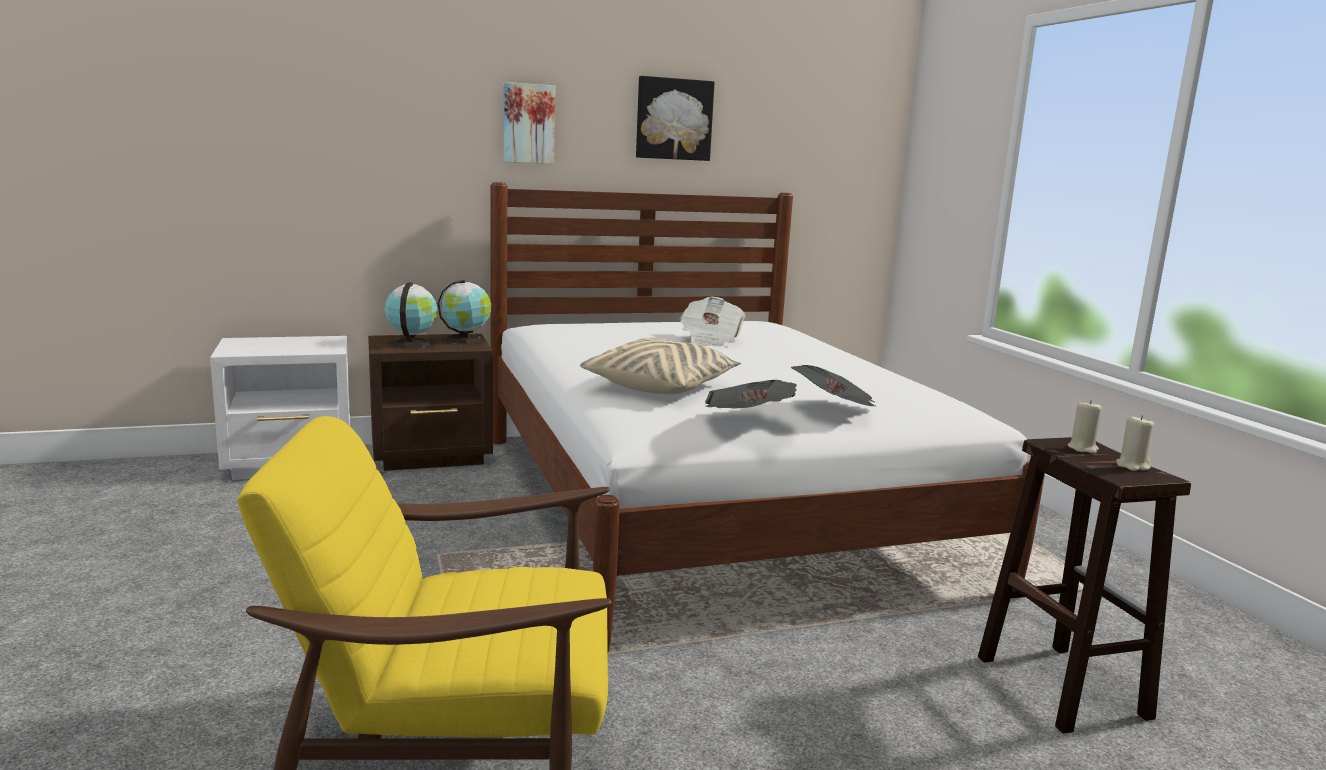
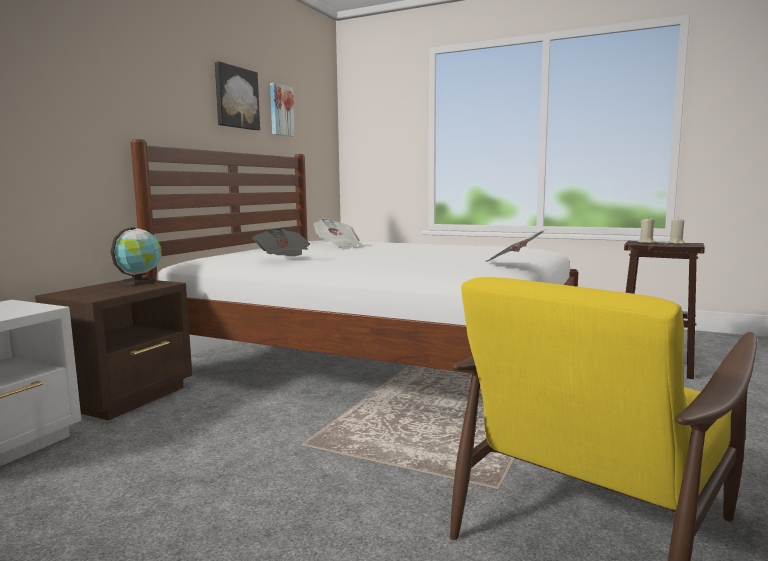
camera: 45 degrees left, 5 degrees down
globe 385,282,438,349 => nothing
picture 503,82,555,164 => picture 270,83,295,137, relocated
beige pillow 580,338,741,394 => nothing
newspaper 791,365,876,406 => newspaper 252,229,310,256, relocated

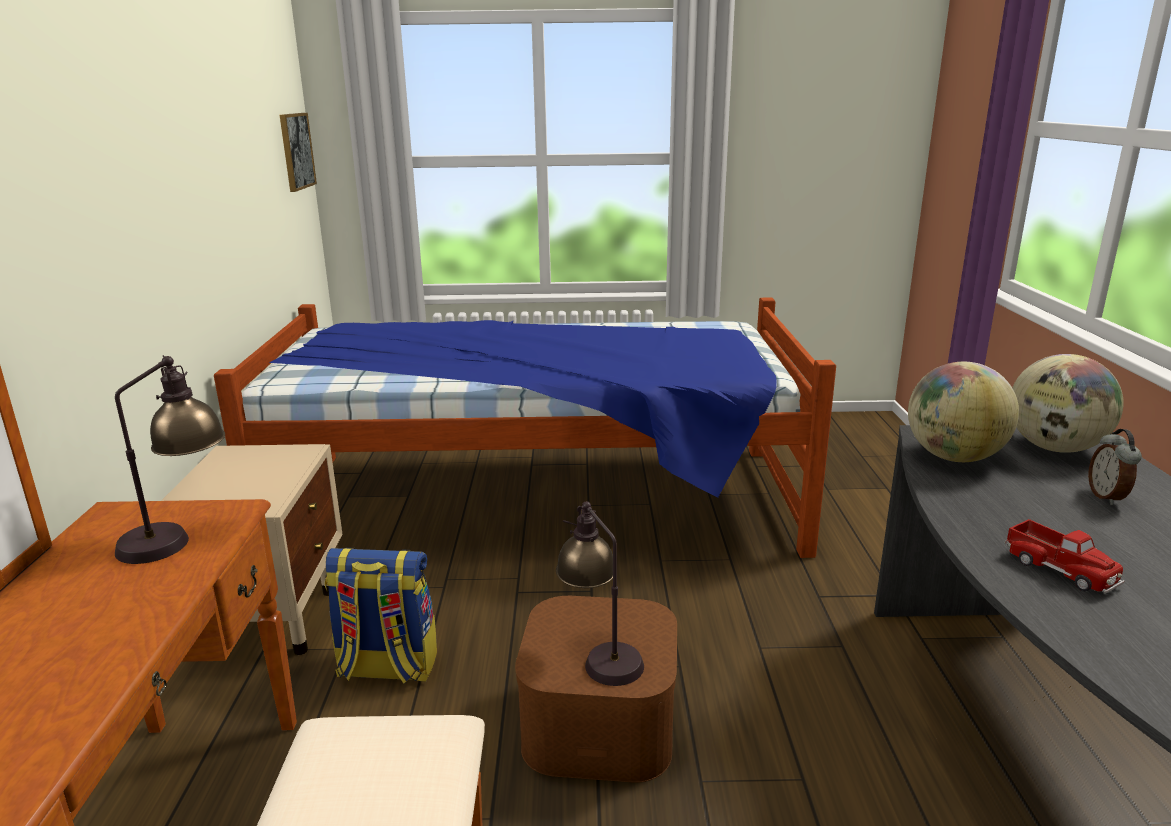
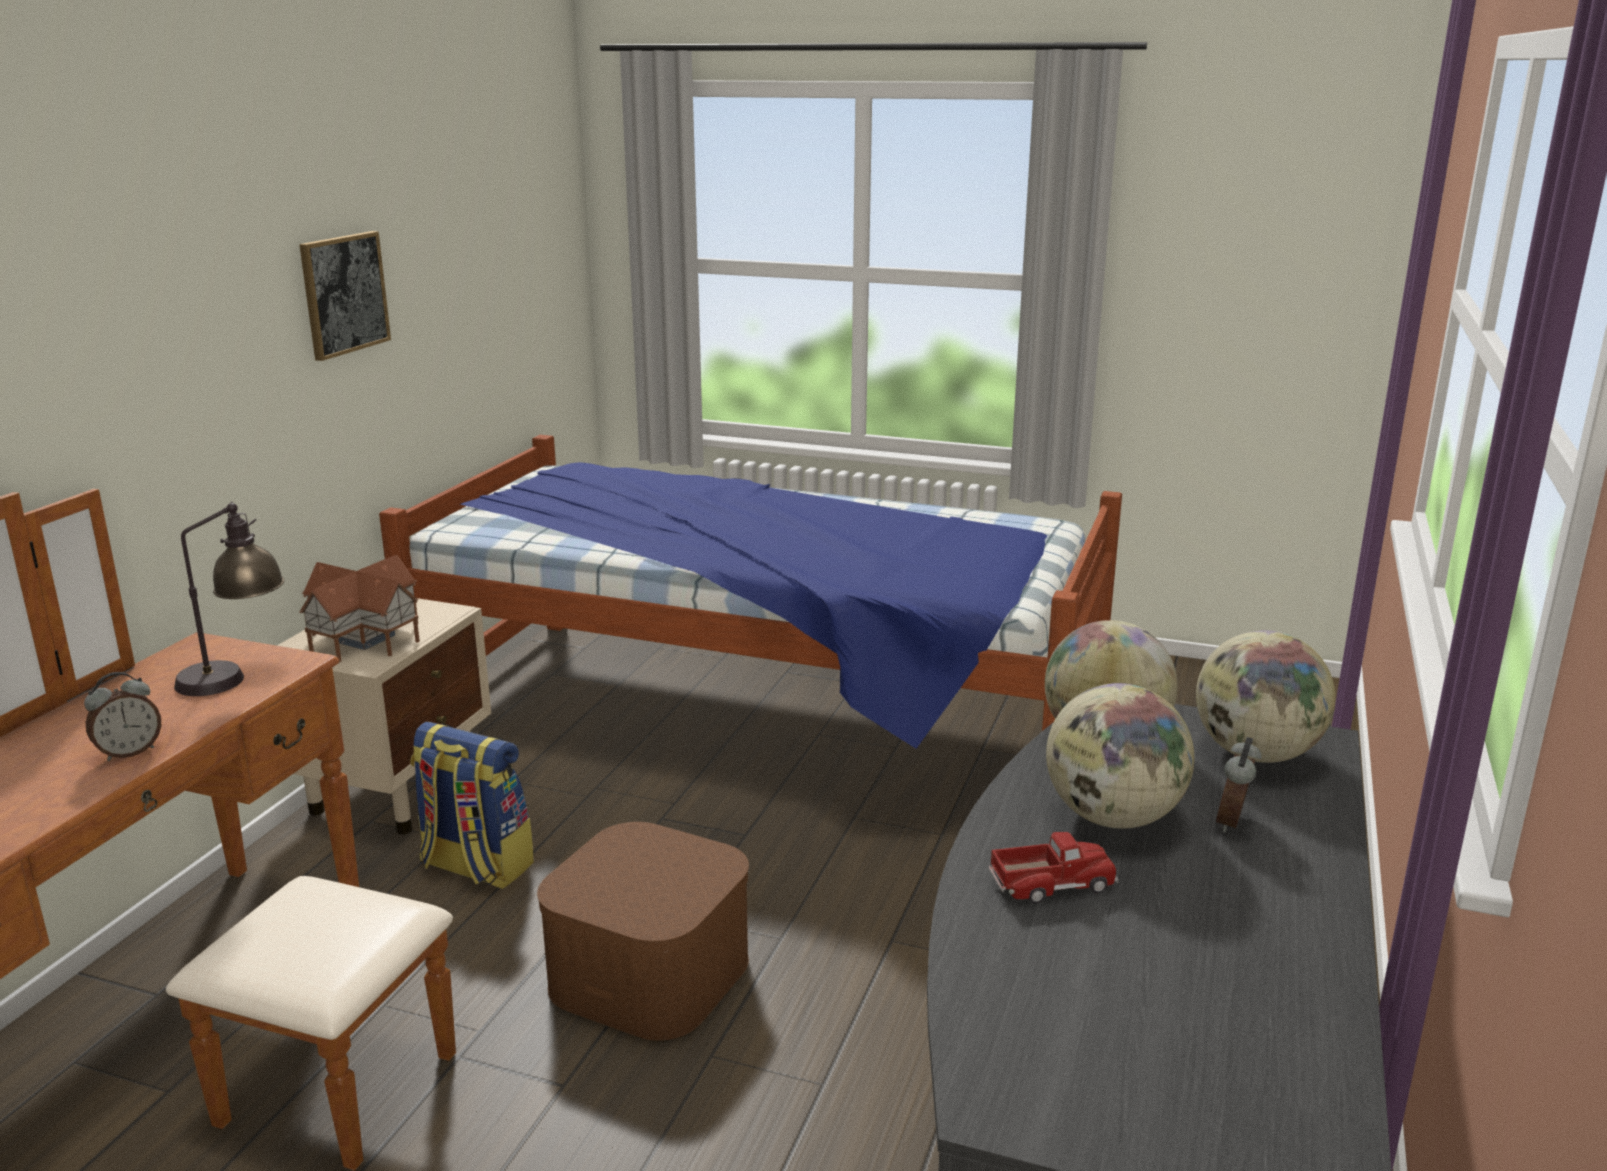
camera: 20 degrees right, 0 degrees up
picture 280,113,317,192 => picture 299,231,391,361, relocated
table lamp 556,501,644,686 => nothing
toy truck 1005,519,1125,594 => toy truck 989,832,1118,904, 90 degrees counterclockwise
nothing => alarm clock 84,672,161,761
nothing => toy house 299,555,420,662
nothing => globe 1046,683,1194,829

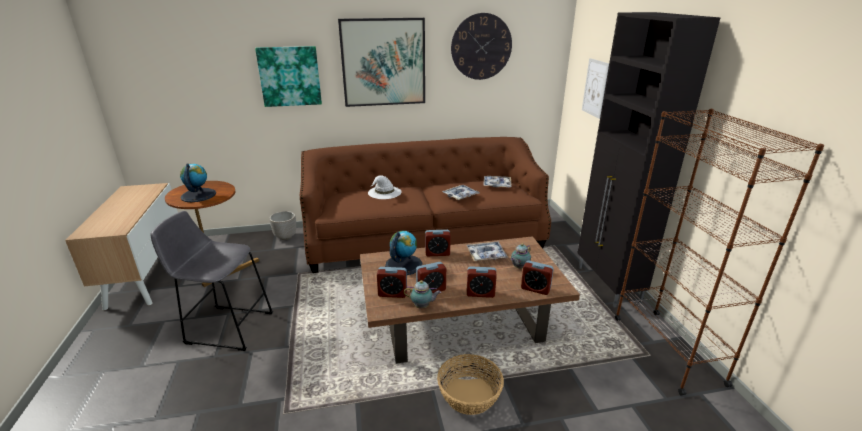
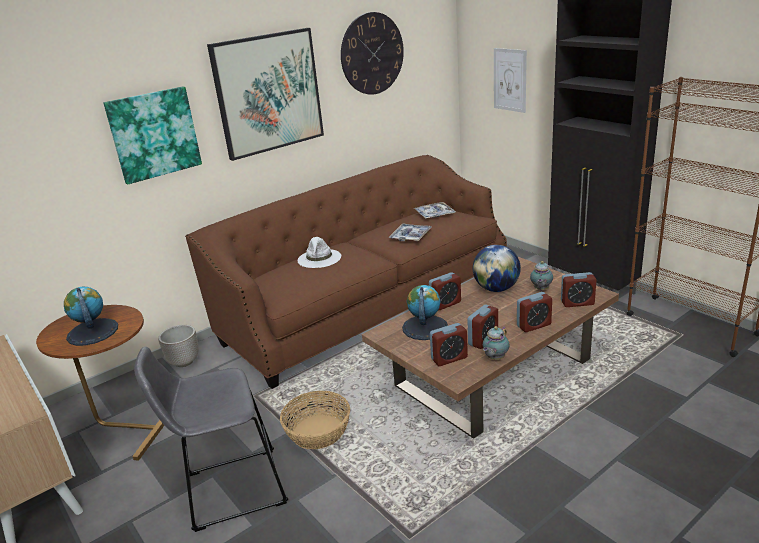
camera: 25 degrees left, 0 degrees up
teapot 404,280,441,309 => teapot 483,326,510,360, 150 degrees clockwise
basket 437,354,504,415 => basket 280,391,350,449, relocated
tray 467,242,508,261 => globe 473,245,521,292

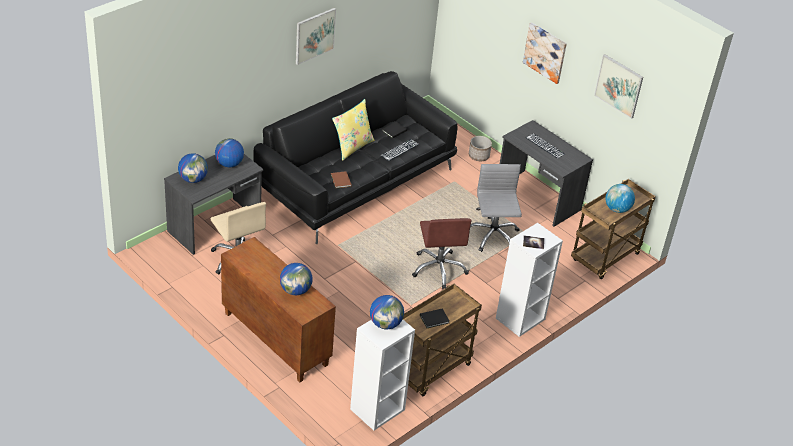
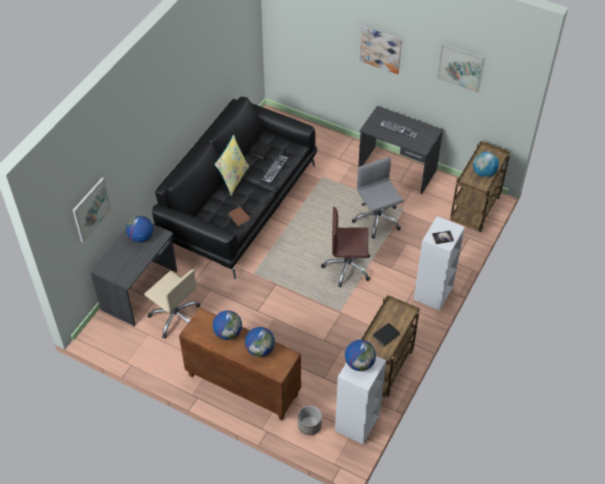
camera: 15 degrees left, 10 degrees up
globe 178,153,208,183 => globe 213,310,242,340, relocated
picture 296,8,336,65 => picture 72,178,111,242, relocated
brown office chair 412,218,472,289 => brown office chair 321,207,370,287, 120 degrees clockwise
planter 469,136,492,161 => planter 298,405,322,435, relocated

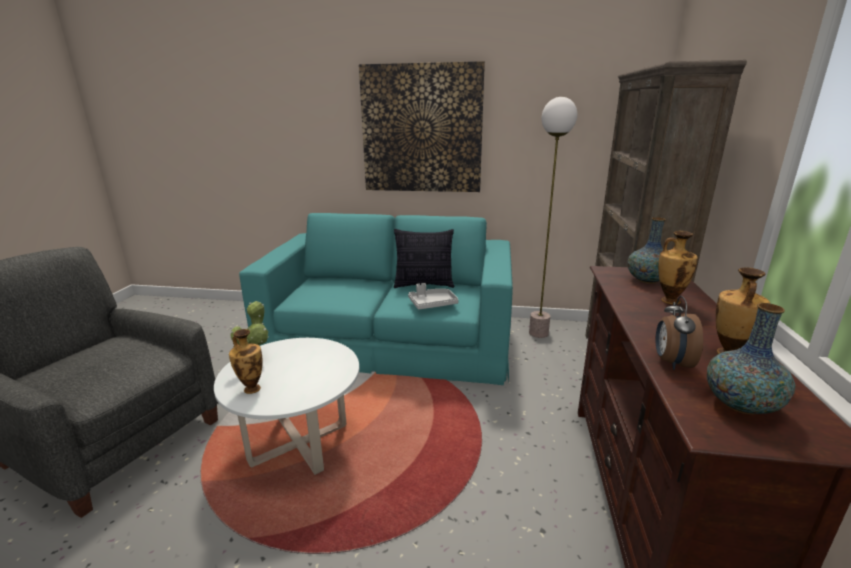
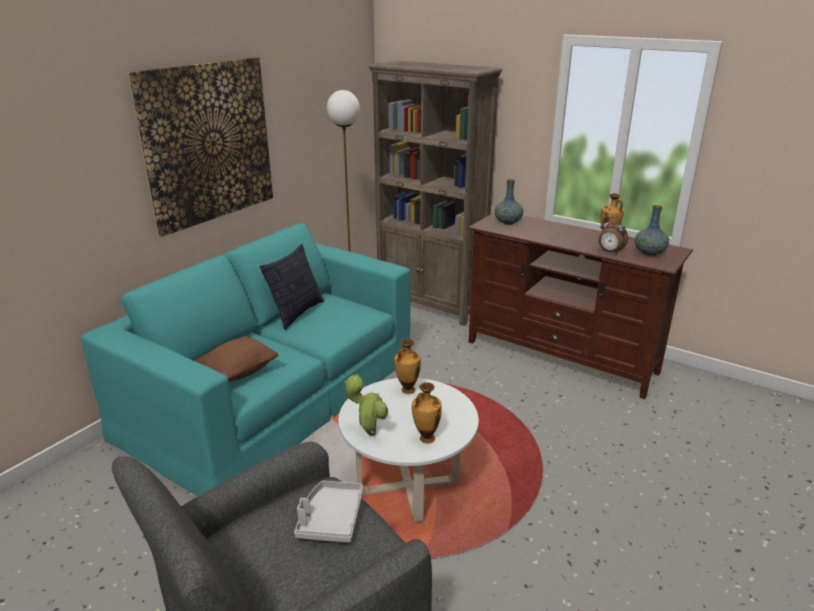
camera: 65 degrees left, 5 degrees up
grey tray 408,283,459,310 => grey tray 294,480,364,543, relocated
vase 658,231,698,304 => vase 394,339,421,394, relocated
nothing => brown pillow 194,336,279,382

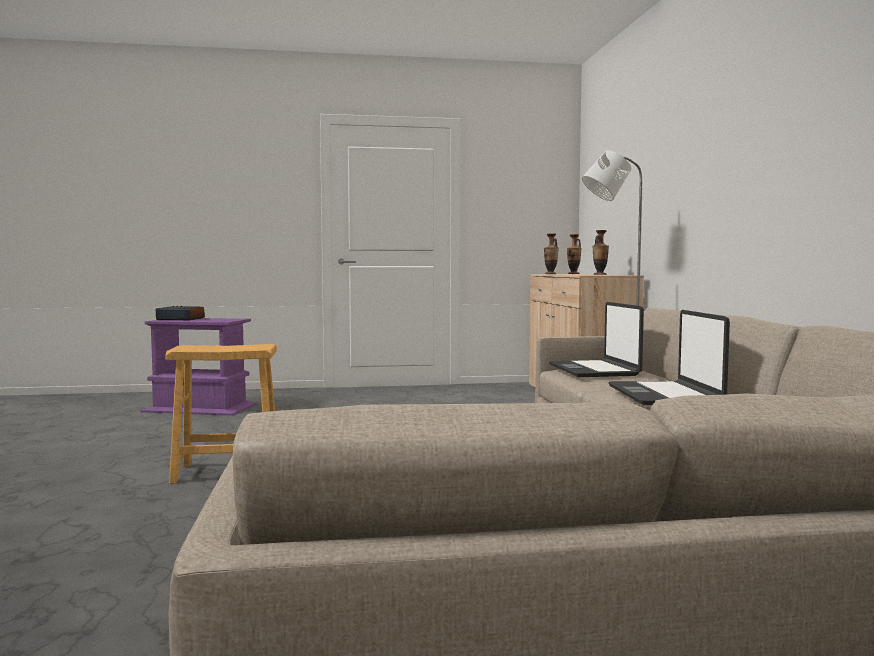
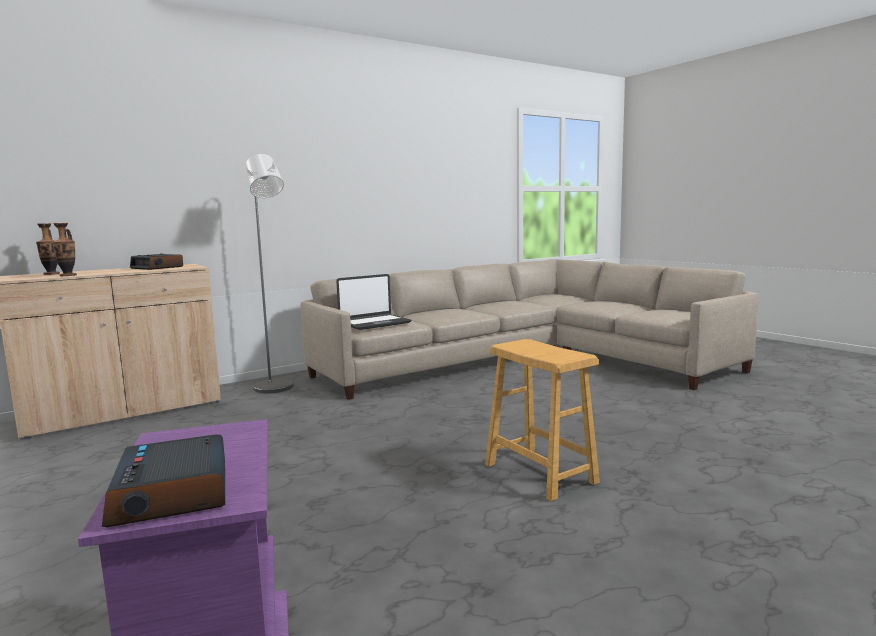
camera: 115 degrees left, 5 degrees up
vase 592,230,609,275 => alarm clock 130,253,183,270
laptop 608,310,730,405 => nothing

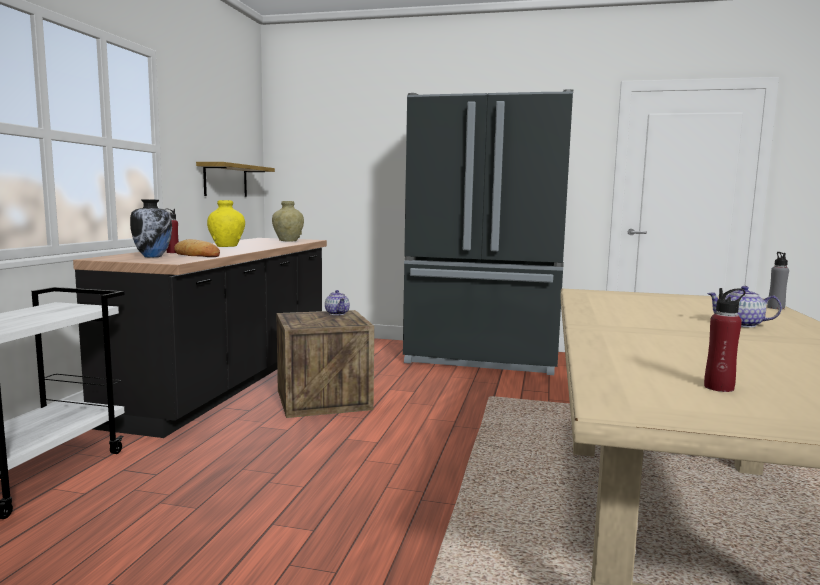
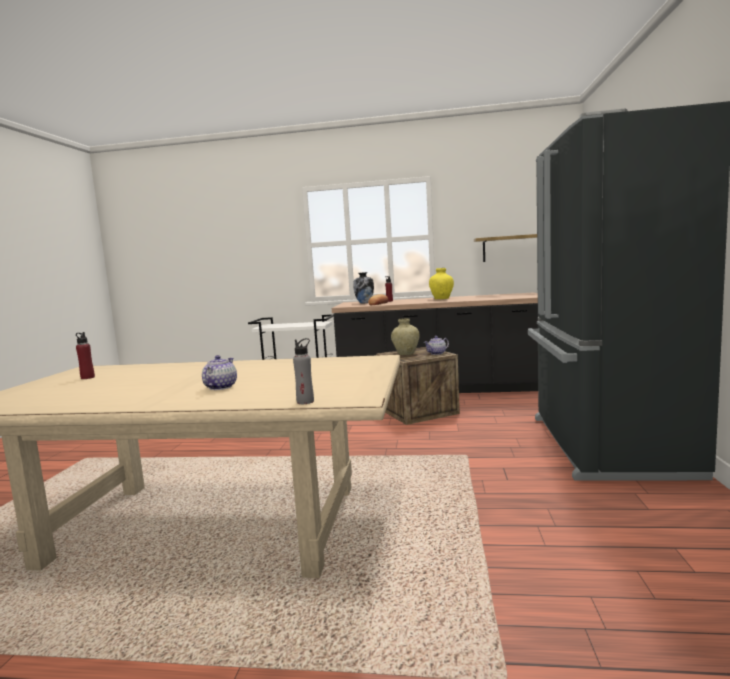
camera: 85 degrees right, 0 degrees up
beige vase 272,201,304,241 => beige vase 391,318,419,355, relocated

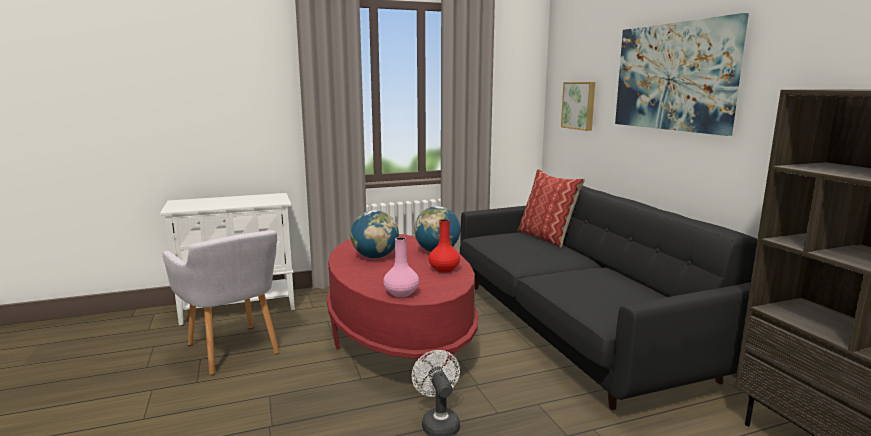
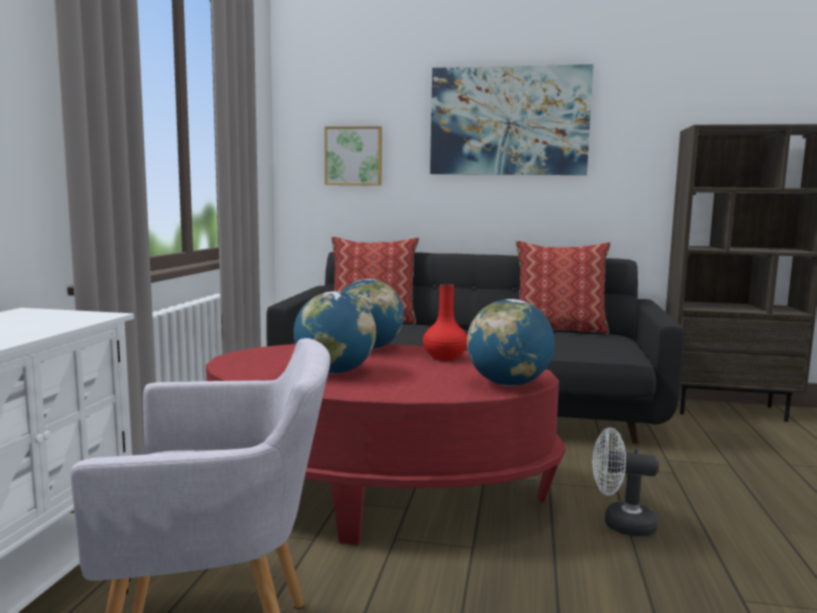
camera: 60 degrees left, 5 degrees down
pink vase 383,237,419,297 => globe 467,299,555,386
nothing => pillow 516,241,611,334

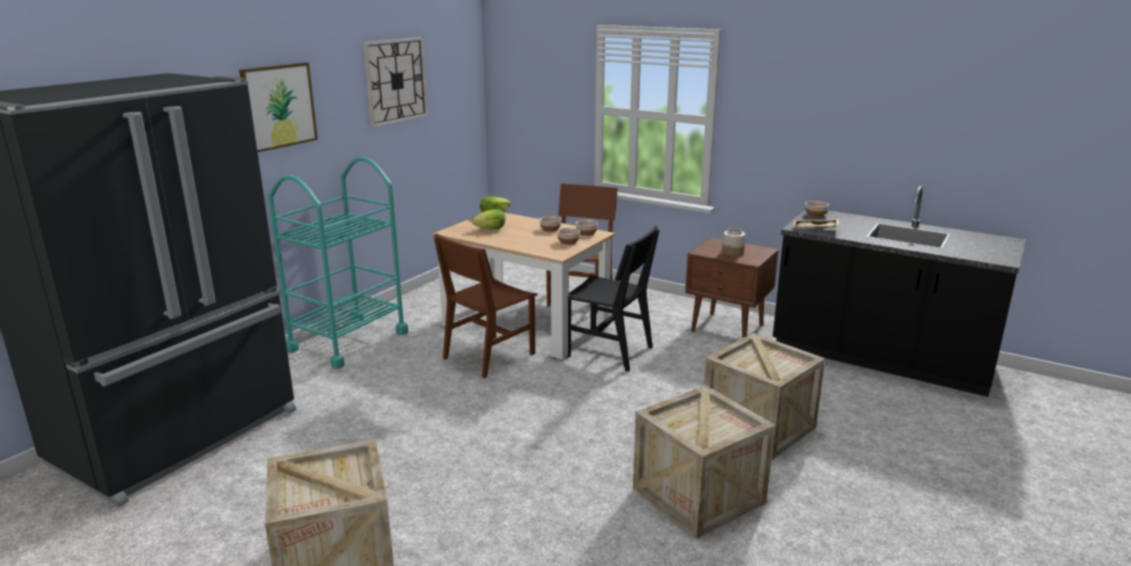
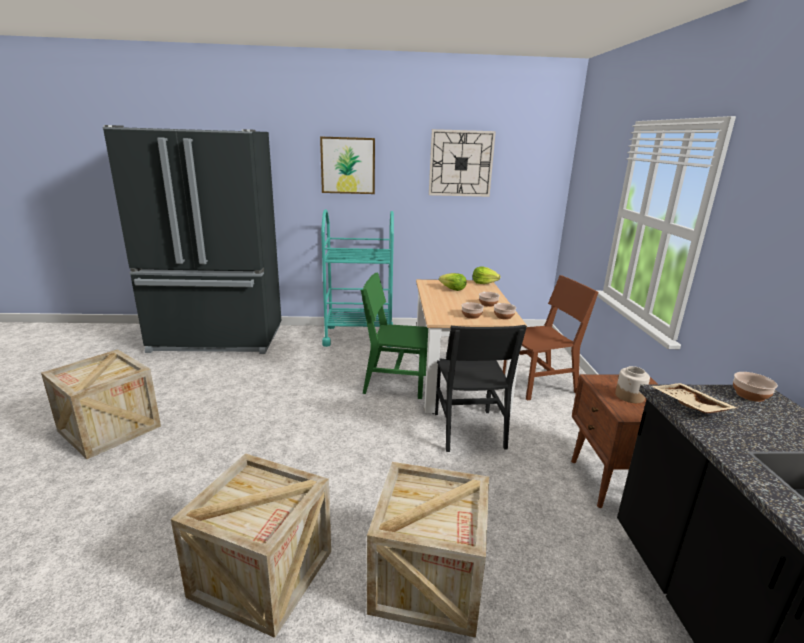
camera: 55 degrees right, 0 degrees up
brown chair 434,233,537,378 => green chair 361,273,428,399

